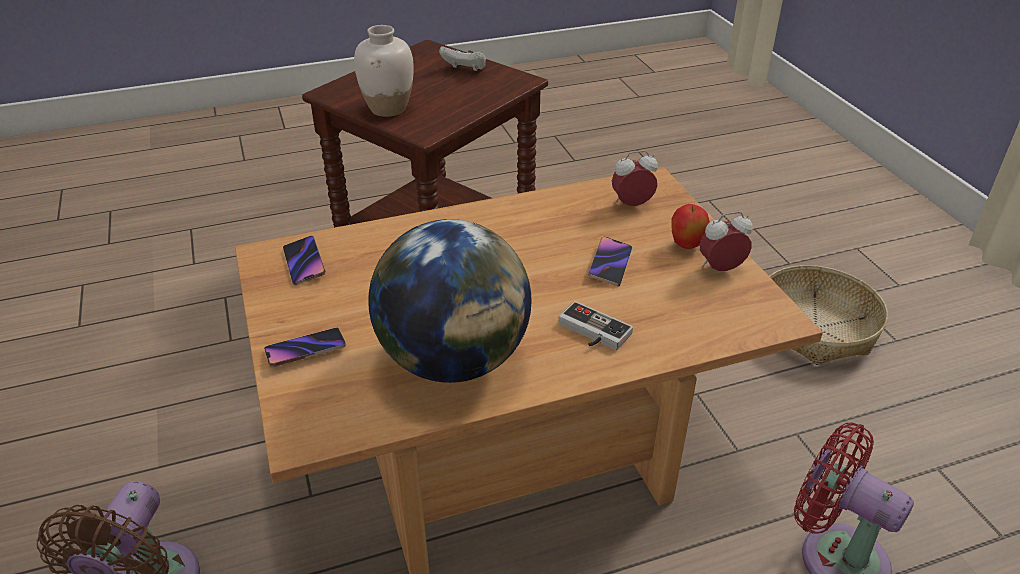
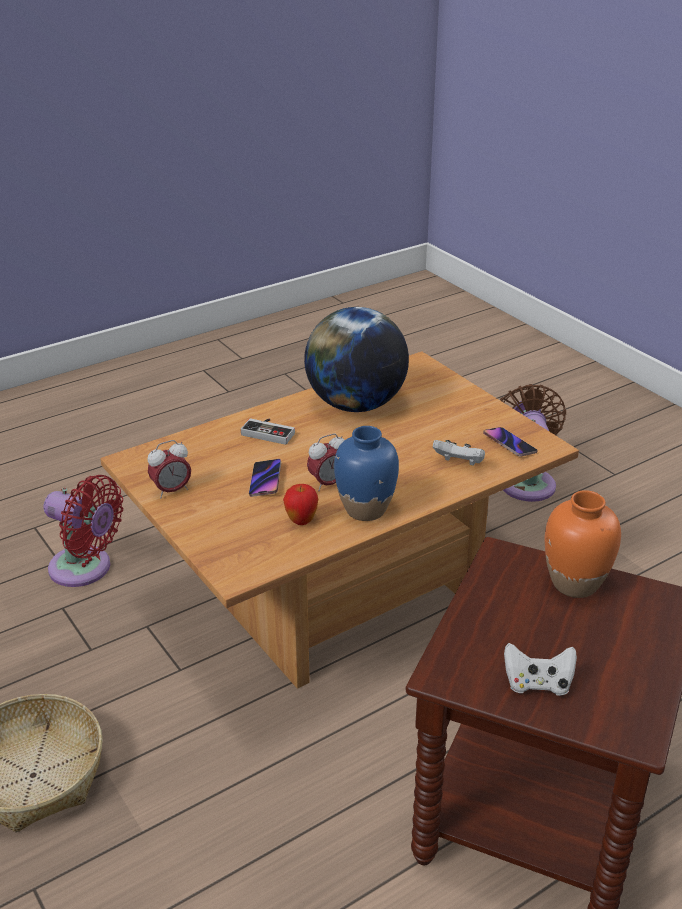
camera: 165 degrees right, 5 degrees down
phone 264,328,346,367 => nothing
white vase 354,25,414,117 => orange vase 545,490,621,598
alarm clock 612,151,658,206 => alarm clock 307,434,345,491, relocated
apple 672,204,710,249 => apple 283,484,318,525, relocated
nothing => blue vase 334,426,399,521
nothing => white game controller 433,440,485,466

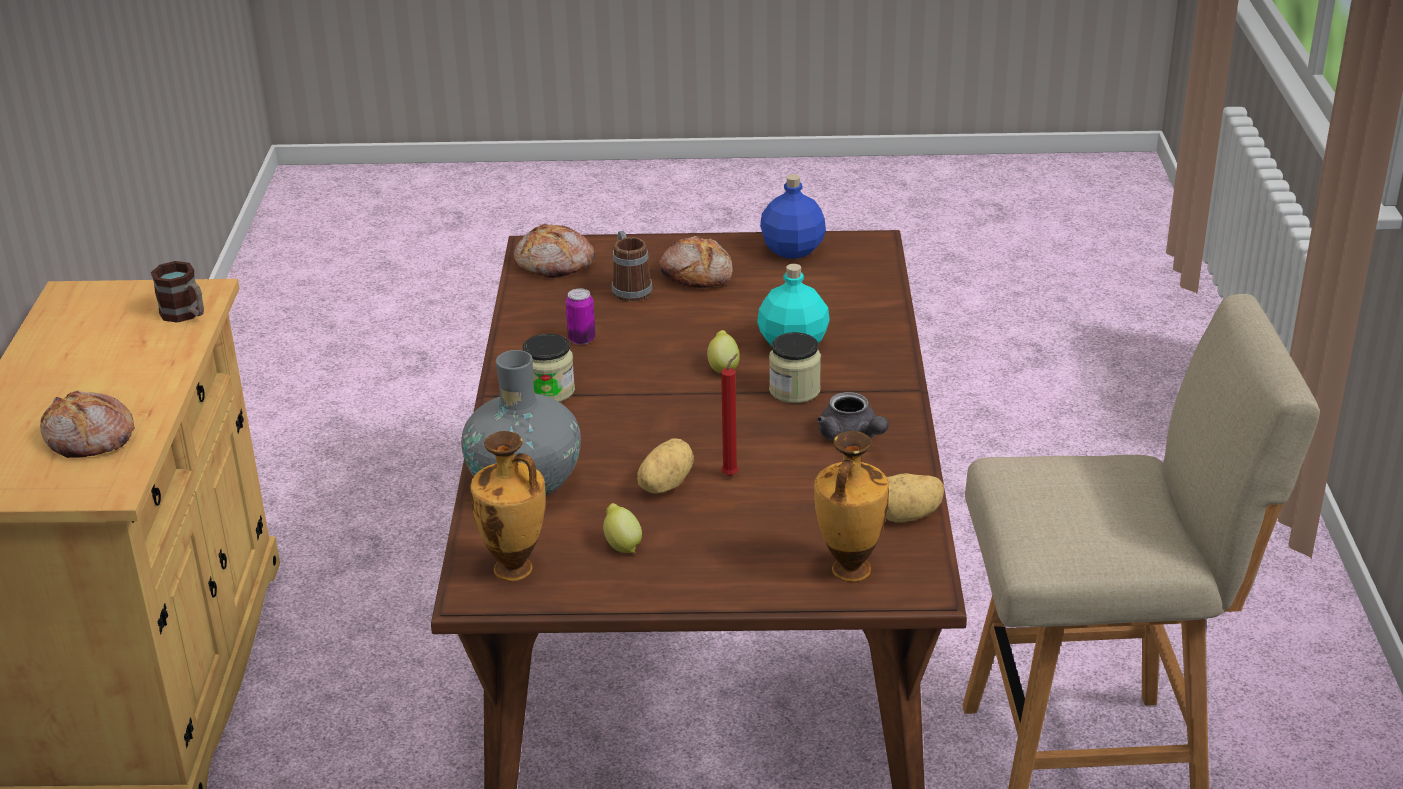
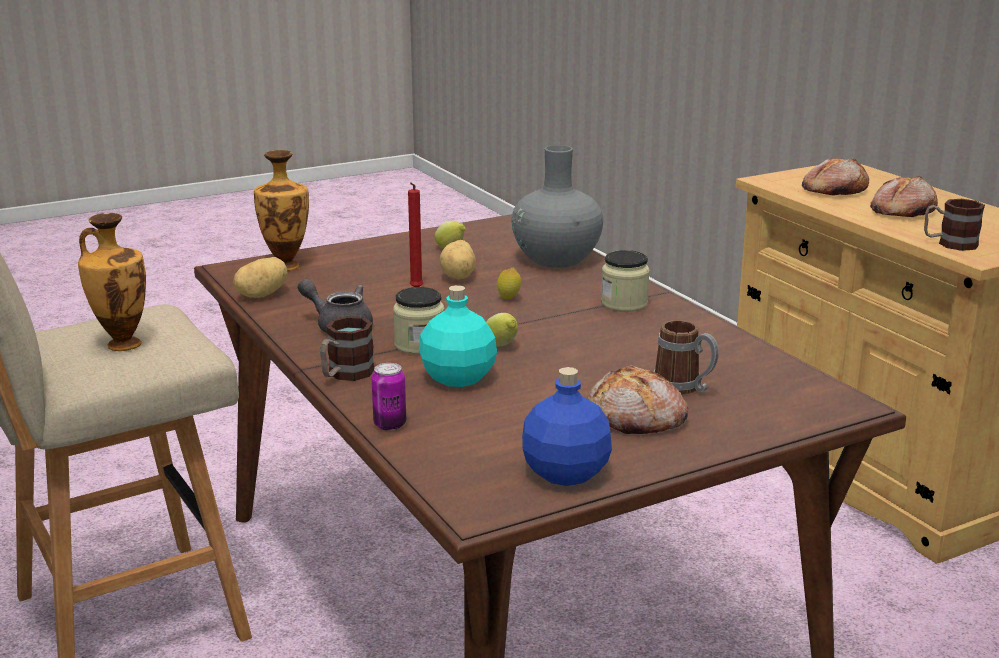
camera: 150 degrees right, 10 degrees down
vase 470,431,546,581 => vase 78,213,146,351, relocated
bread 514,224,595,278 => bread 870,176,938,217, relocated
can 566,289,595,345 => can 372,363,406,431, relocated
nothing => mug 320,316,374,381
nothing => lemon 497,267,521,299

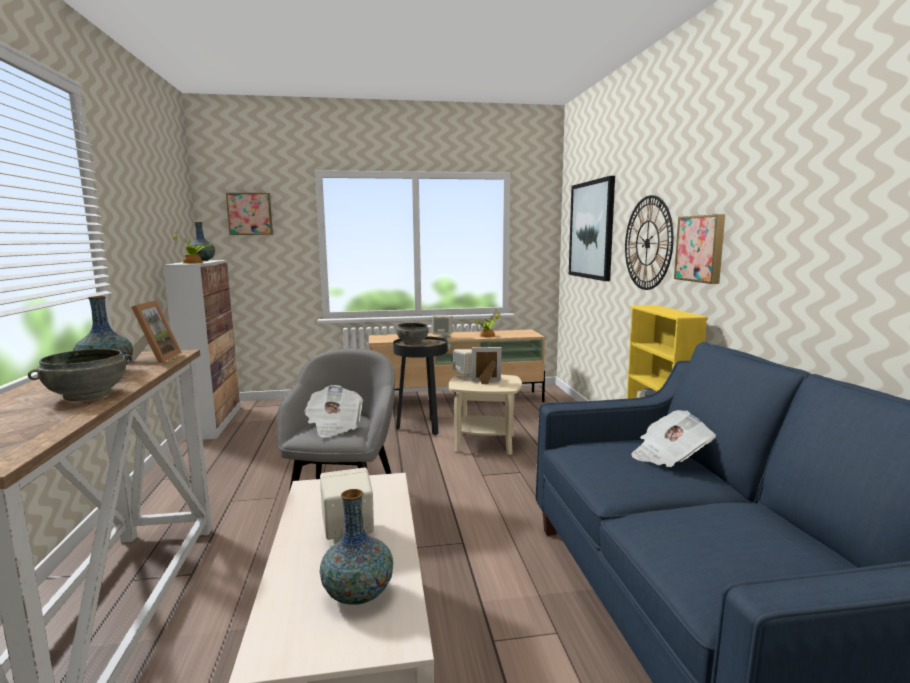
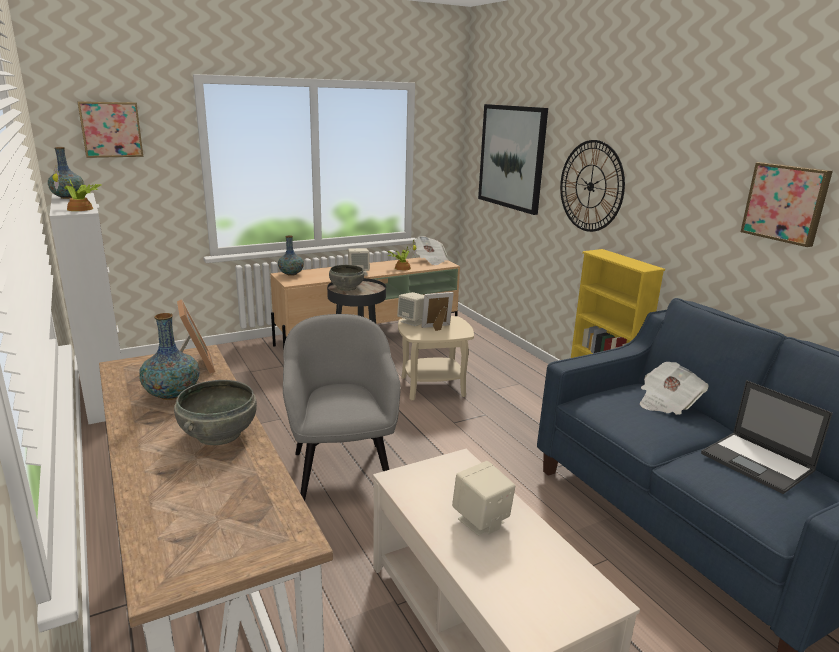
camera: 20 degrees left, 10 degrees up
newspaper 304,385,363,438 => newspaper 413,236,448,265, relocated
vase 320,489,393,604 => vase 278,236,304,276, relocated
picture 674,214,725,284 => picture 741,162,833,247, relocated
nothing => laptop 701,380,833,494

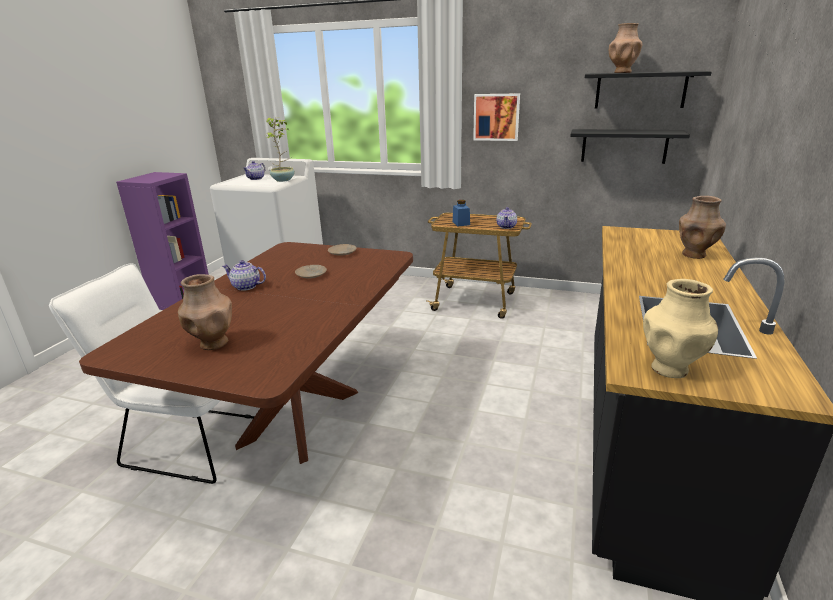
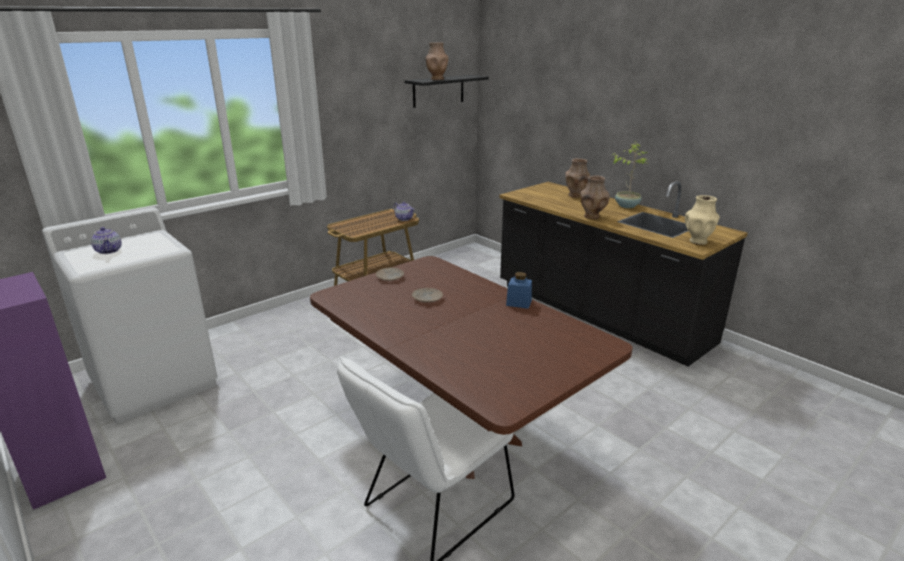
camera: 60 degrees left, 0 degrees up
brown vase 178,274,232,350 => brown vase 581,175,610,219, relocated
teapot 222,260,266,291 => nothing
potted plant 266,117,295,182 => potted plant 613,142,649,208, relocated
blue jar 453,200,470,226 => blue jar 506,272,532,309, relocated
picture 473,93,520,141 => nothing
black shelf 570,129,690,164 => nothing

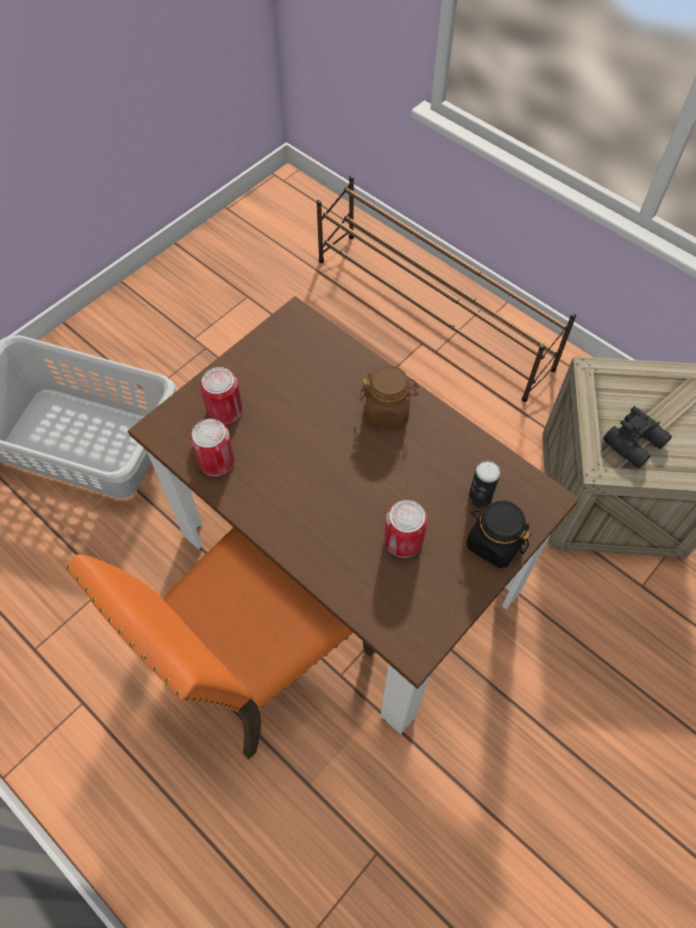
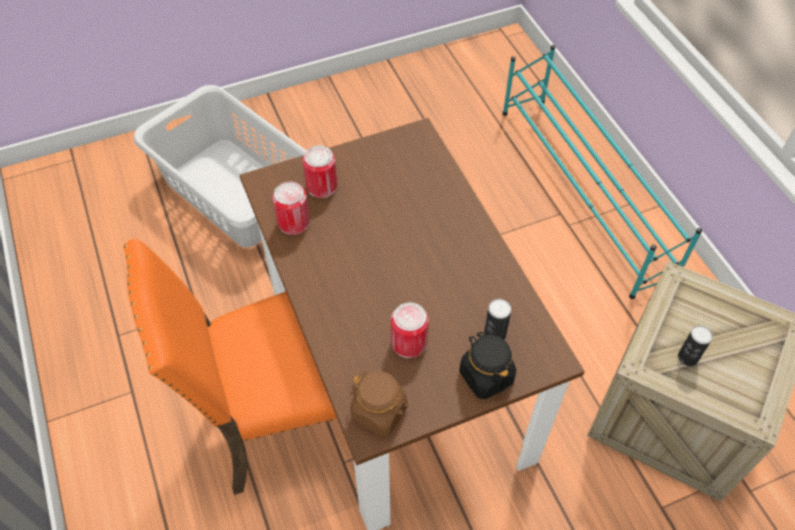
camera: 25 degrees right, 5 degrees down
brown shoe rack 317,176,576,402 => turquoise shoe rack 503,45,702,299
brown jar 360,365,419,426 => brown jar 350,371,409,437, relocated
black binoculars 603,406,672,468 => can 678,326,713,366

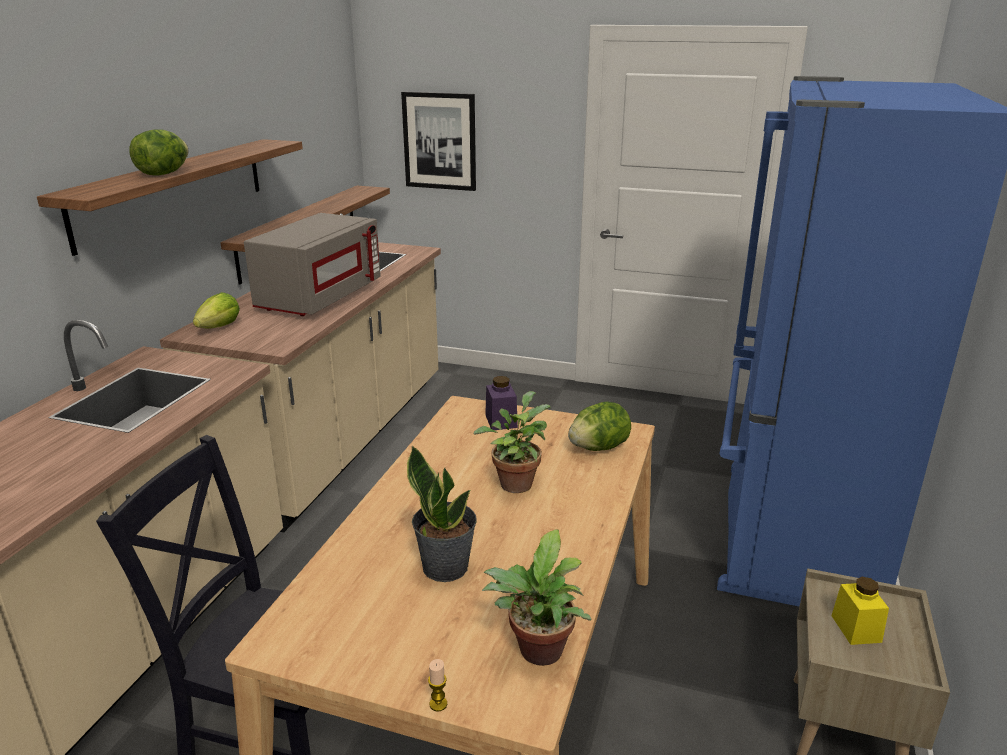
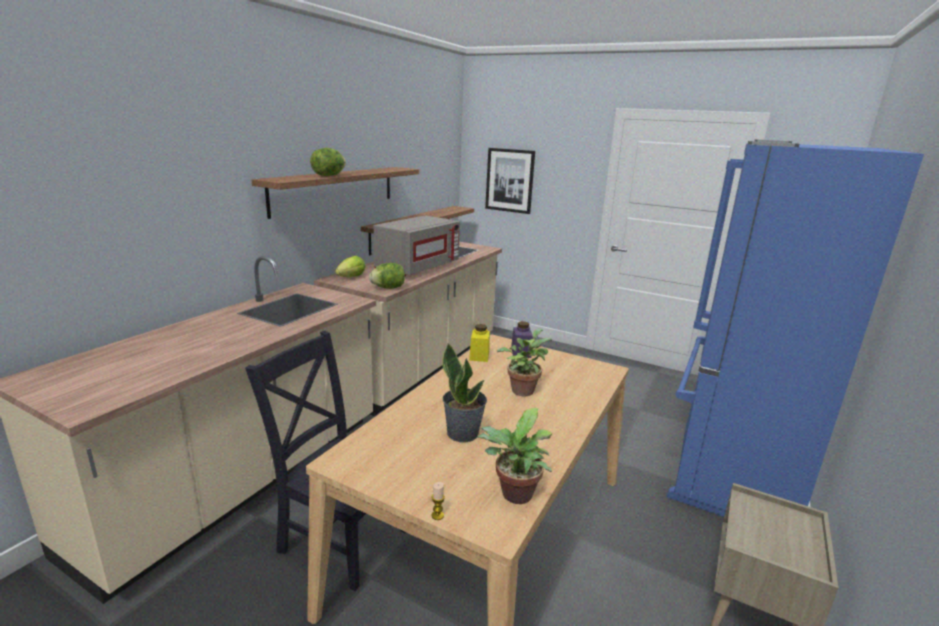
camera: 10 degrees right, 5 degrees down
lettuce 568,402,631,451 => lettuce 369,263,405,289, relocated
yellow jar 831,577,889,645 => yellow jar 469,324,490,362, relocated

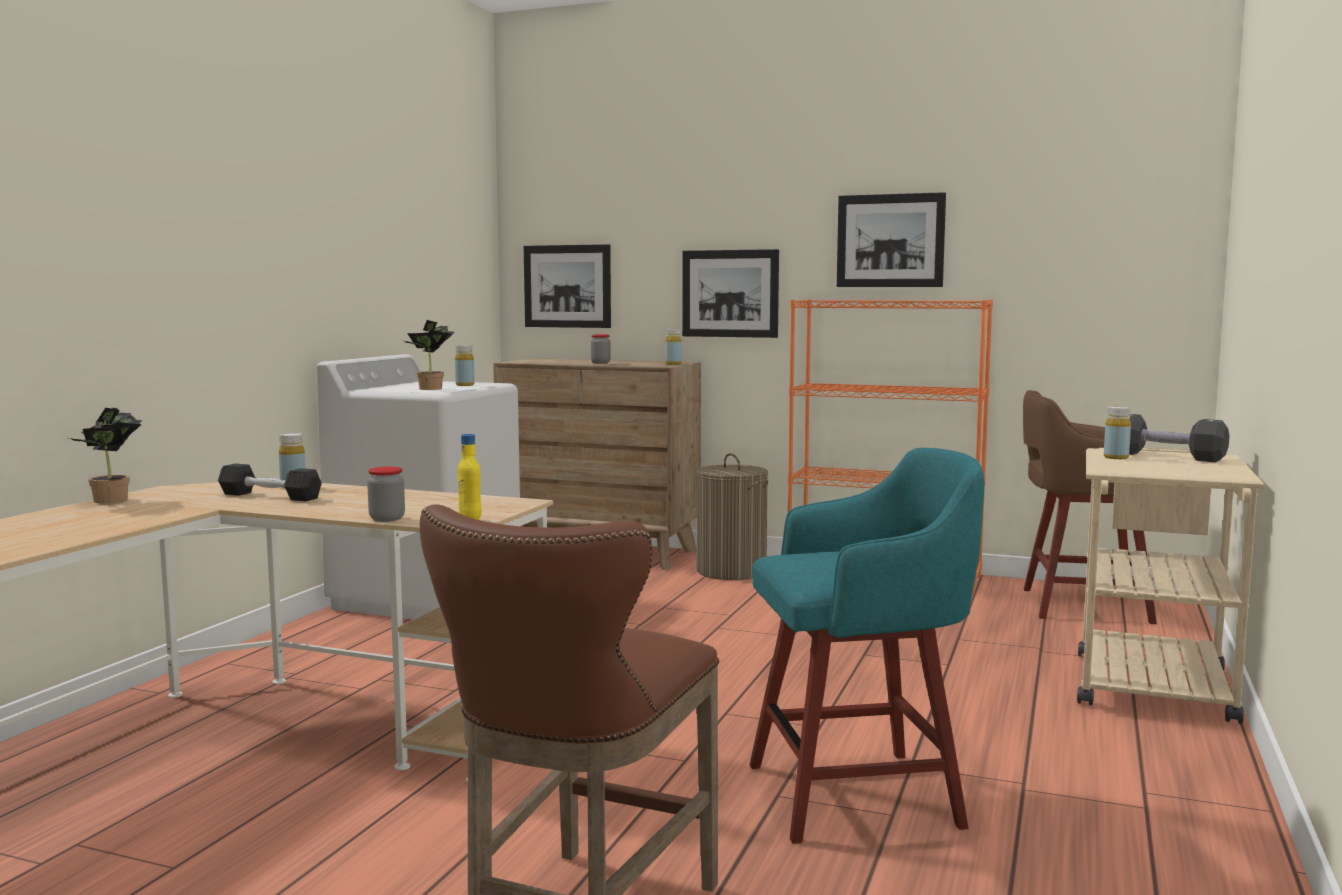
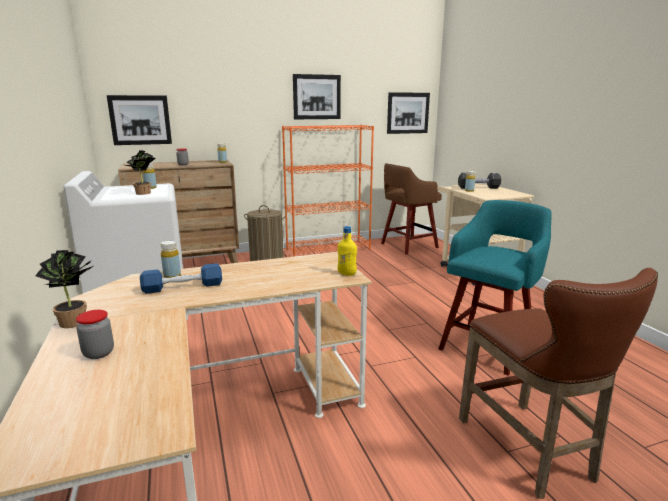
camera: 40 degrees left, 10 degrees up
black dumbbell 218,464,322,501 => blue dumbbell 140,263,222,294
jar 367,466,405,522 => jar 76,310,114,359, relocated
picture 682,249,779,338 => picture 387,92,430,134, relocated

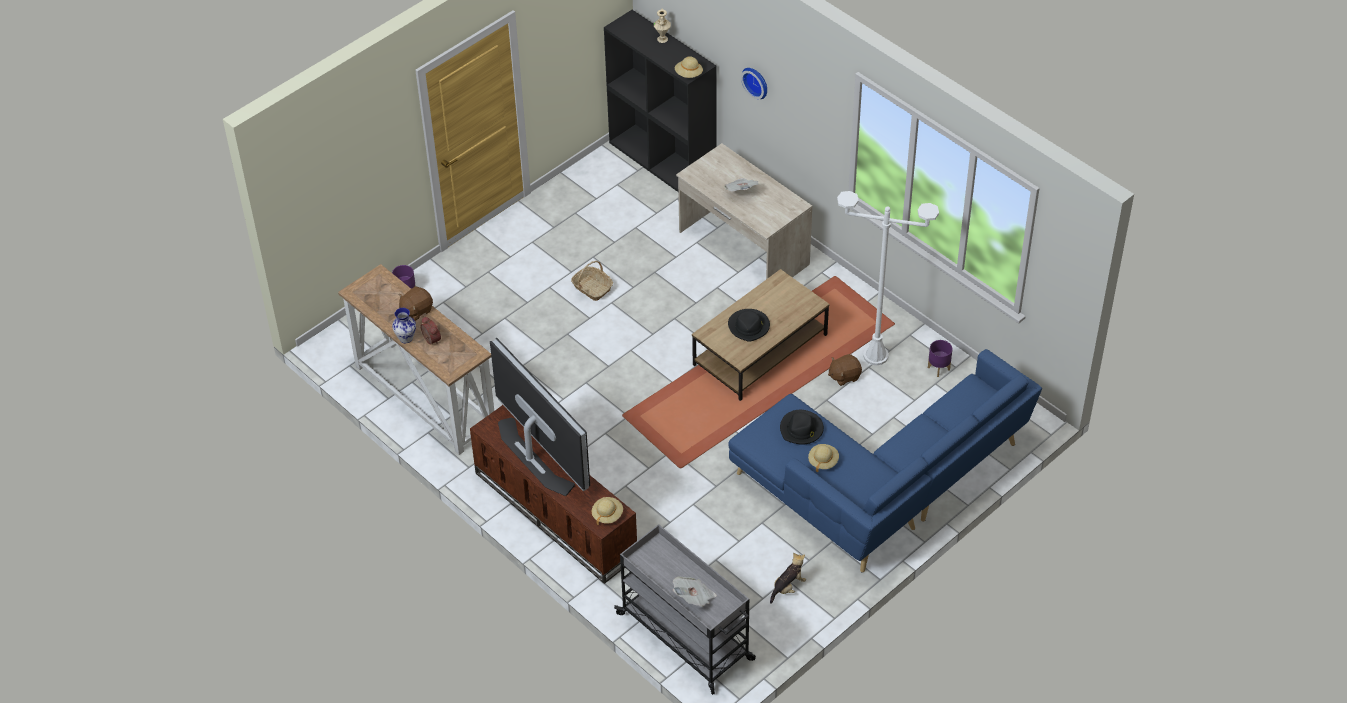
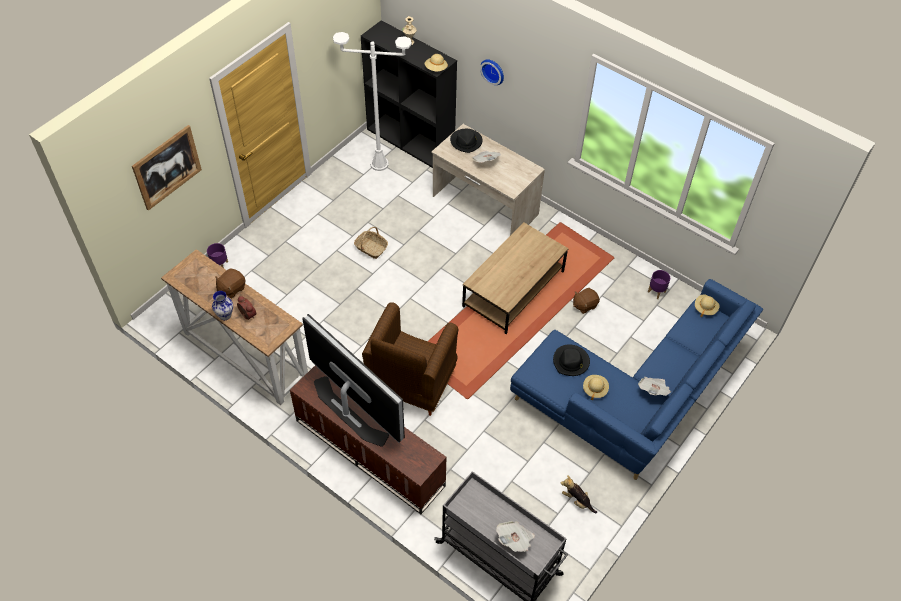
camera: 10 degrees left, 5 degrees up
beige hat 592,497,623,525 => beige hat 695,294,720,317, relocated
black hat 728,309,770,342 => black hat 450,129,482,153, relocated
plush toy 770,553,806,604 => plush toy 561,475,597,513, 90 degrees counterclockwise
white floor lamp 837,191,939,365 => white floor lamp 333,32,412,171, relocated
nothing => picture 132,125,202,211
nothing => brown armchair 362,302,458,416
nothing => newspaper 638,377,671,396

